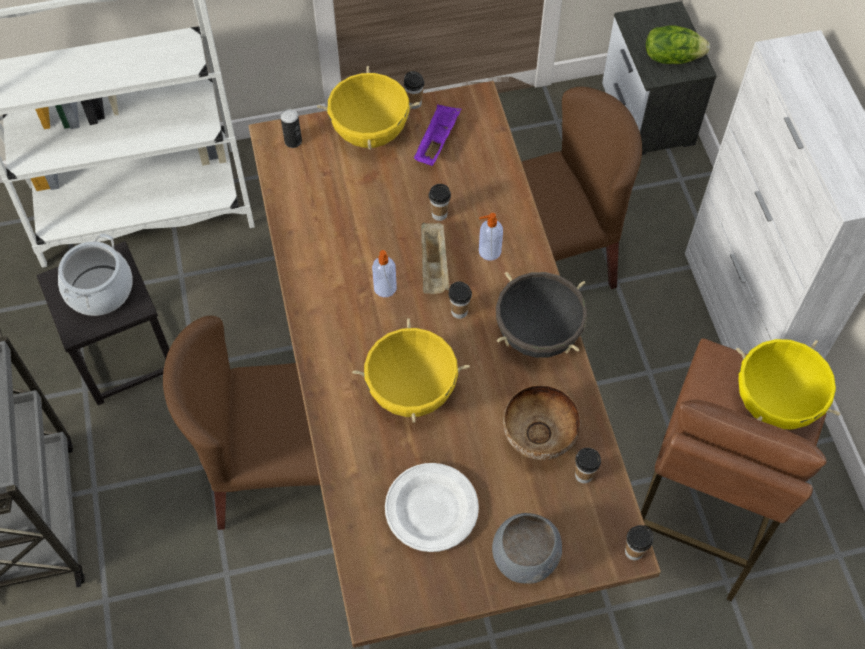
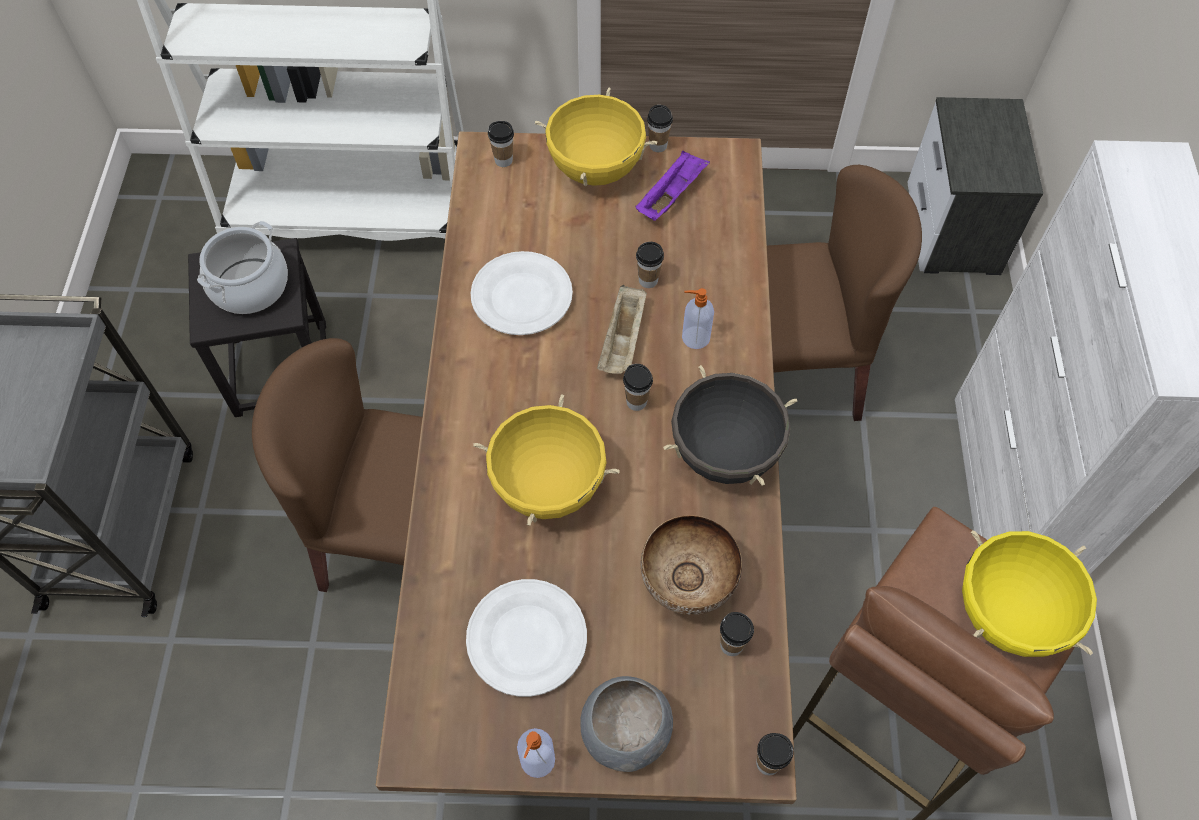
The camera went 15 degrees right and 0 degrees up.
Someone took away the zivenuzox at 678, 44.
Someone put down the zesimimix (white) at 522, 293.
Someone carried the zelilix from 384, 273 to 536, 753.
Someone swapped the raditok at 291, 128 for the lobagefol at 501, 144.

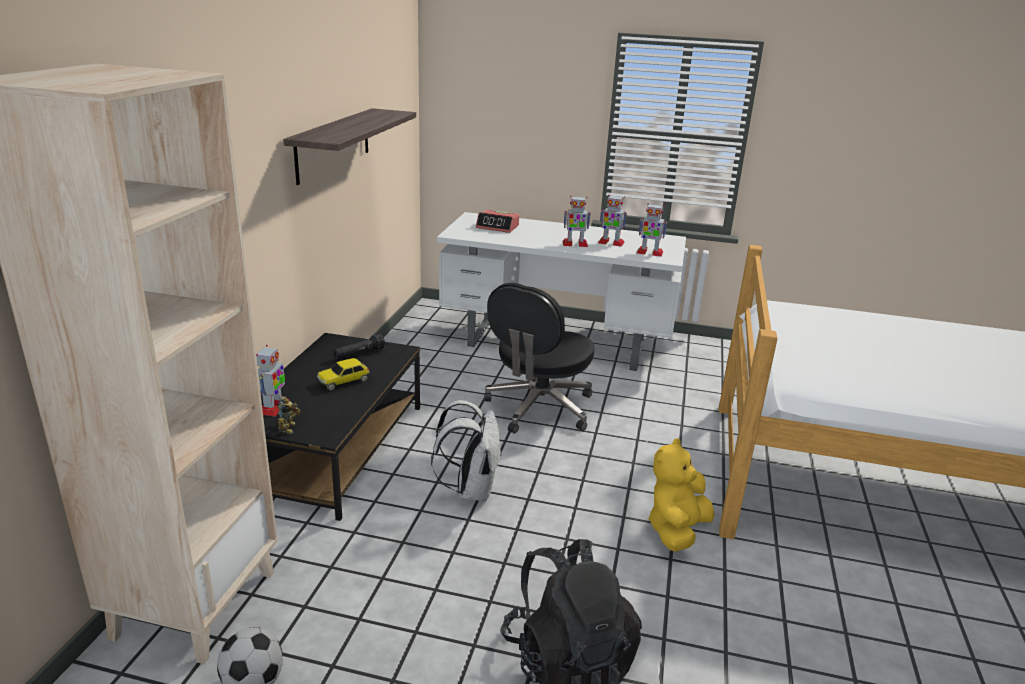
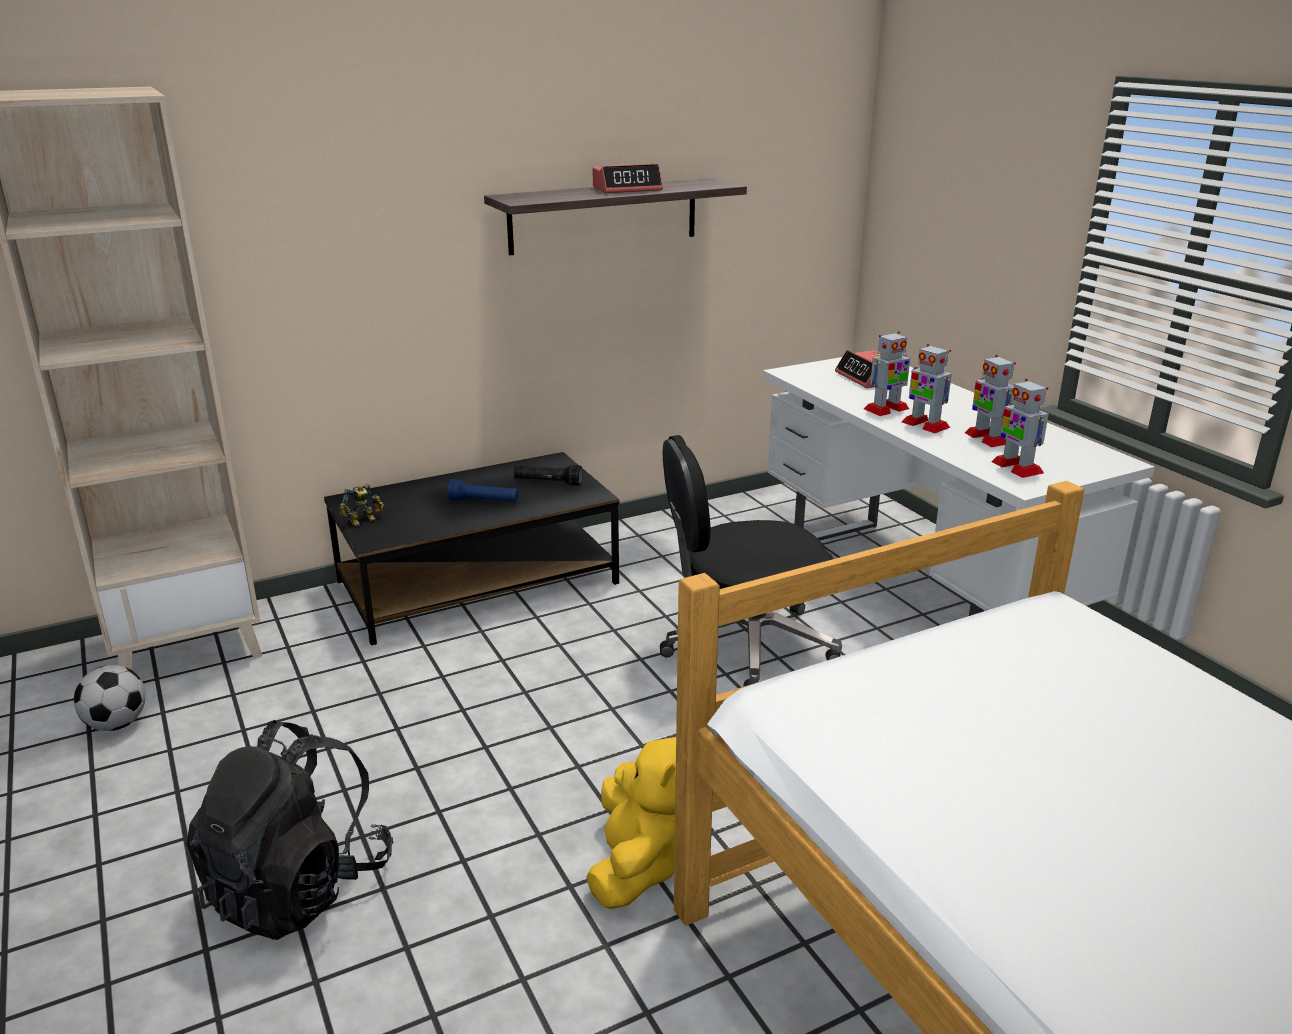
The camera went 50 degrees right and 0 degrees up.
Someone took away the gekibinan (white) at 466, 451.
Someone put down the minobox at 627, 178.
Someone carried the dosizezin from 272, 380 to 887, 373.
Someone swapped the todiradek at 343, 374 for the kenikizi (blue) at 483, 490.
Someone rotated the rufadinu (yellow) at 681, 495 by 105 degrees clockwise.

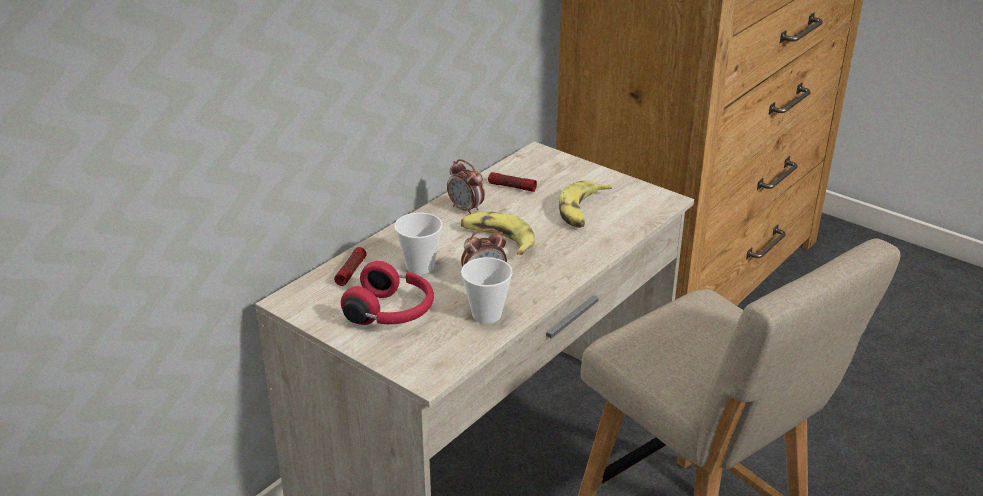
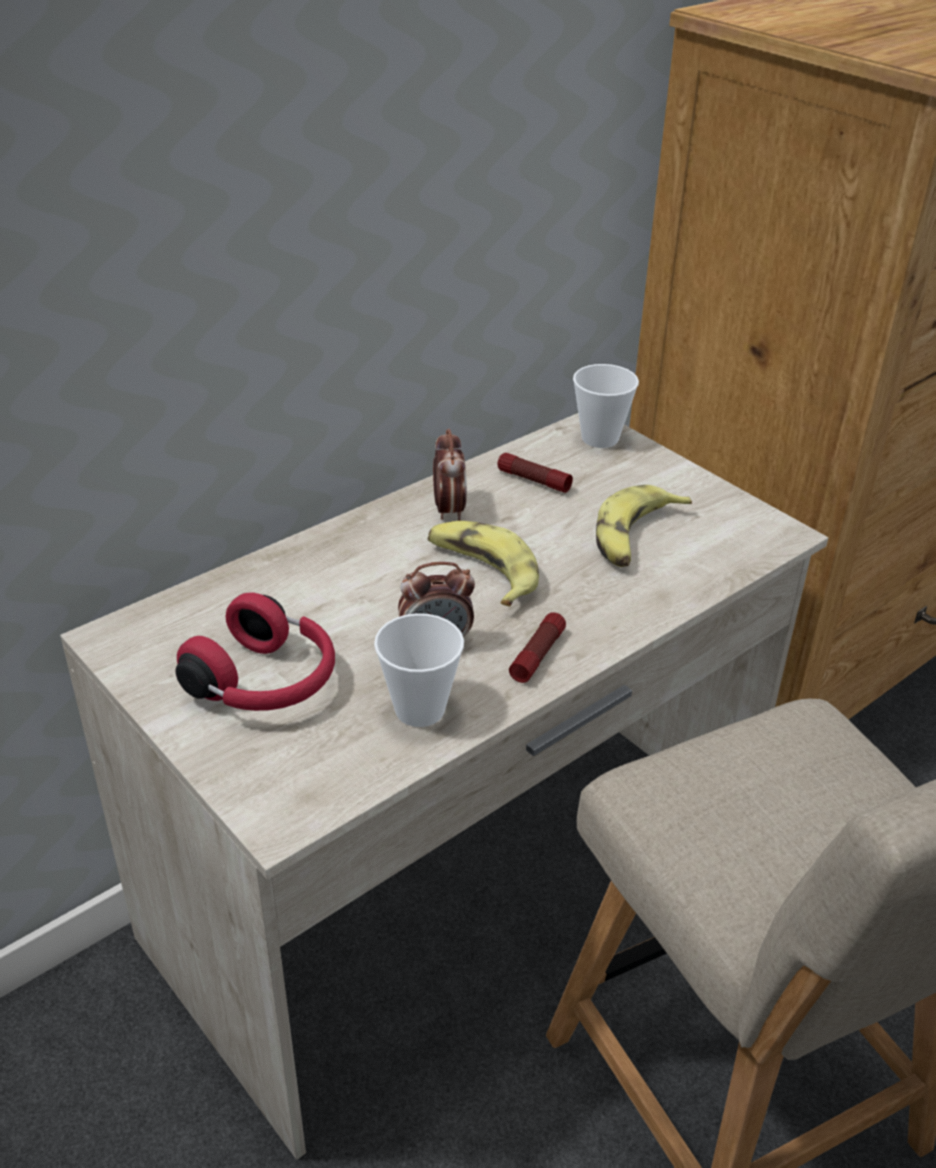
The camera went 10 degrees right and 5 degrees up.
Someone carried the kenikizi from 350, 266 to 537, 647.
Someone carried the lobagefol from 418, 243 to 606, 406.
Someone rotated the minobox at 466, 186 by 150 degrees counterclockwise.

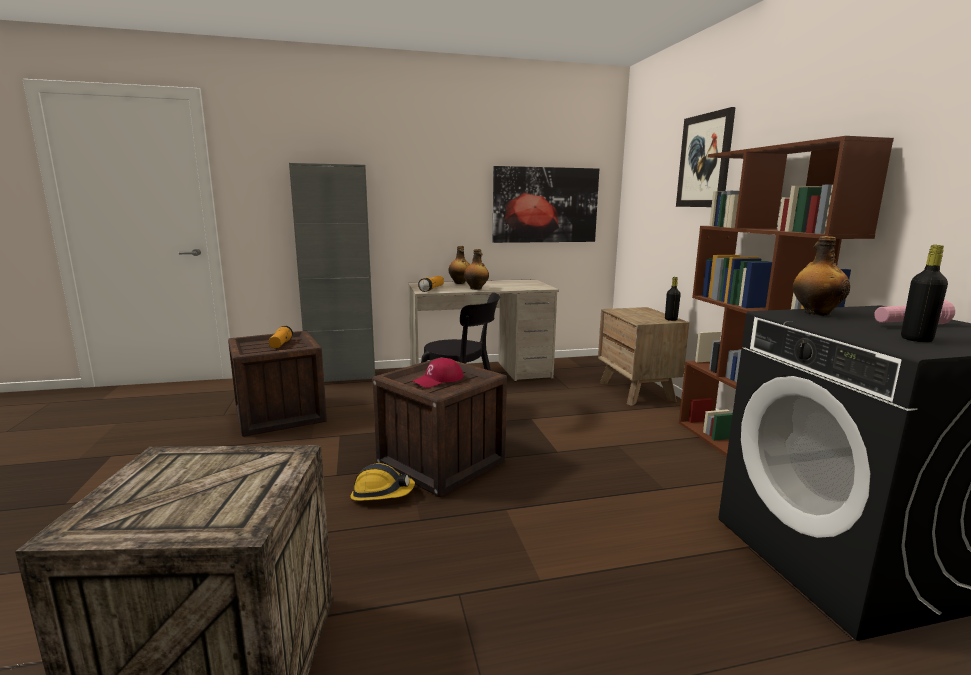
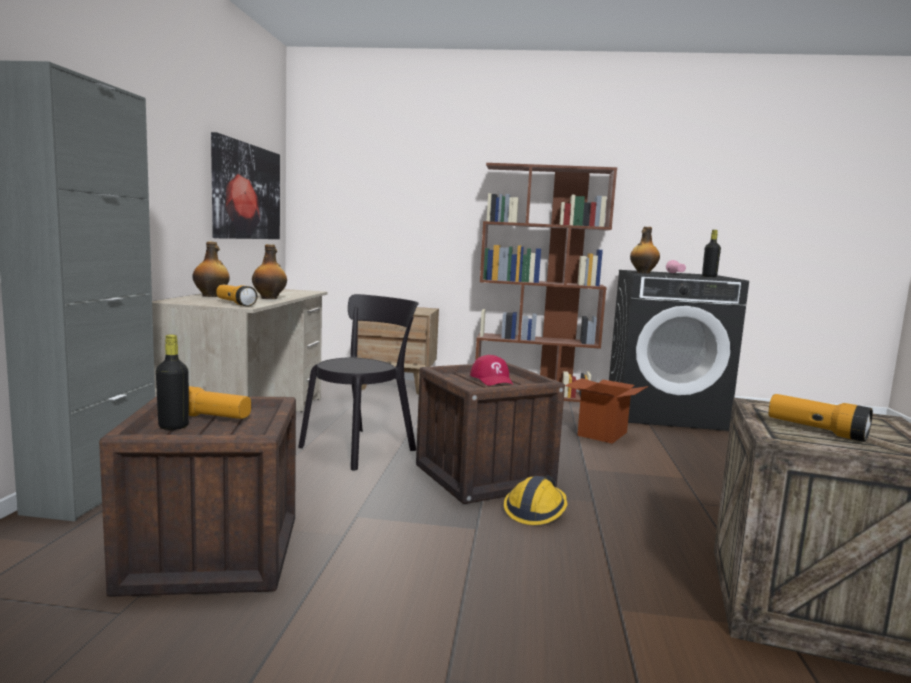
The camera went 70 degrees left and 5 degrees down.
Someone took away the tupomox at 706, 157.
Someone put down the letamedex at 606, 411.
Someone put down the kenikizi at 820, 418.
Someone carried the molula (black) from 673, 299 to 172, 382.

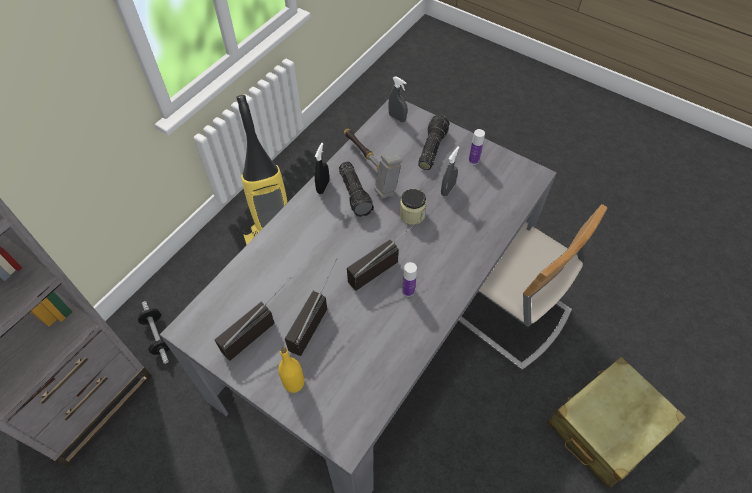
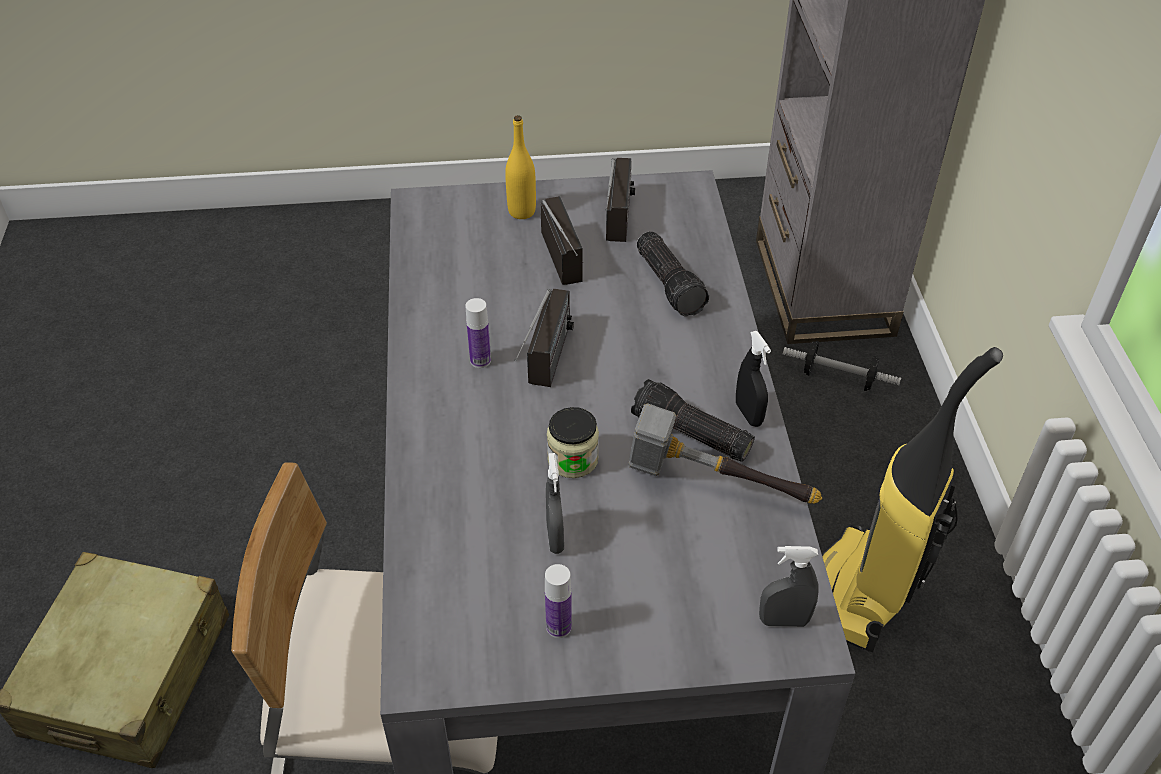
The camera went 140 degrees right and 10 degrees down.
Someone carried the kenikizi from 433, 142 to 673, 274.

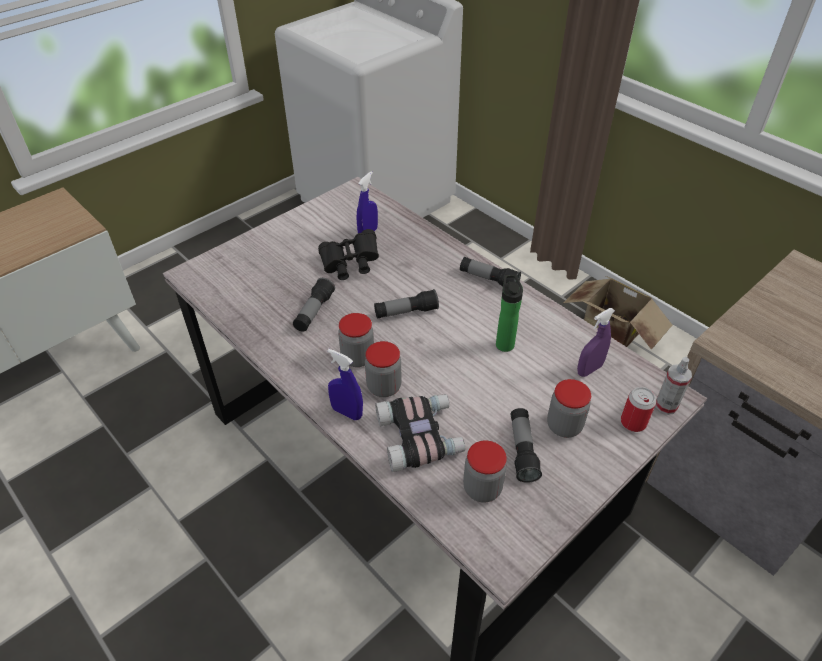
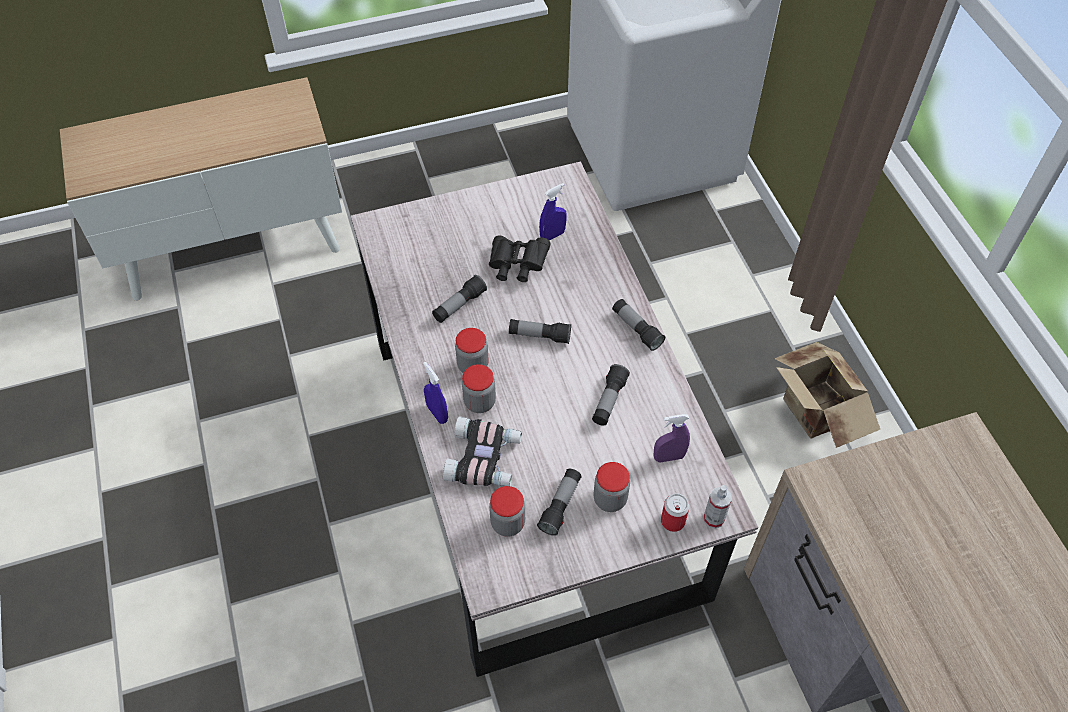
The camera went 25 degrees right and 10 degrees up.
Someone swapped the molula at 509, 313 for the kenikizi at 611, 395.

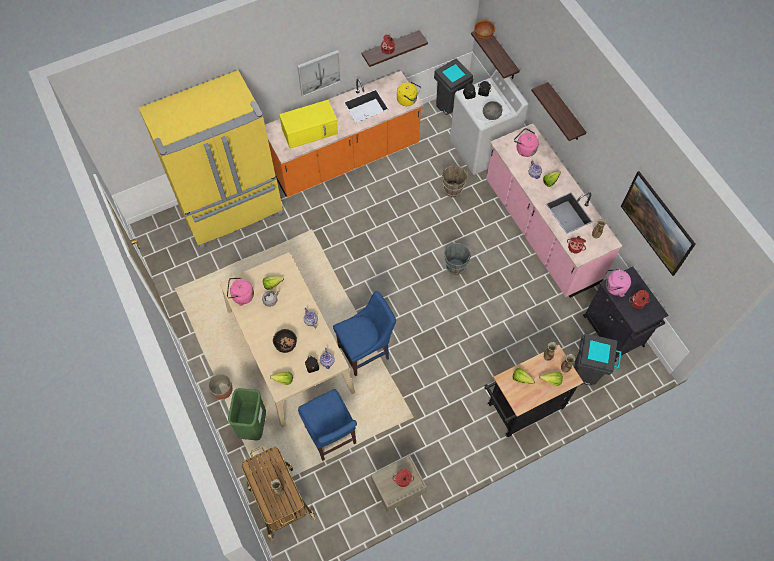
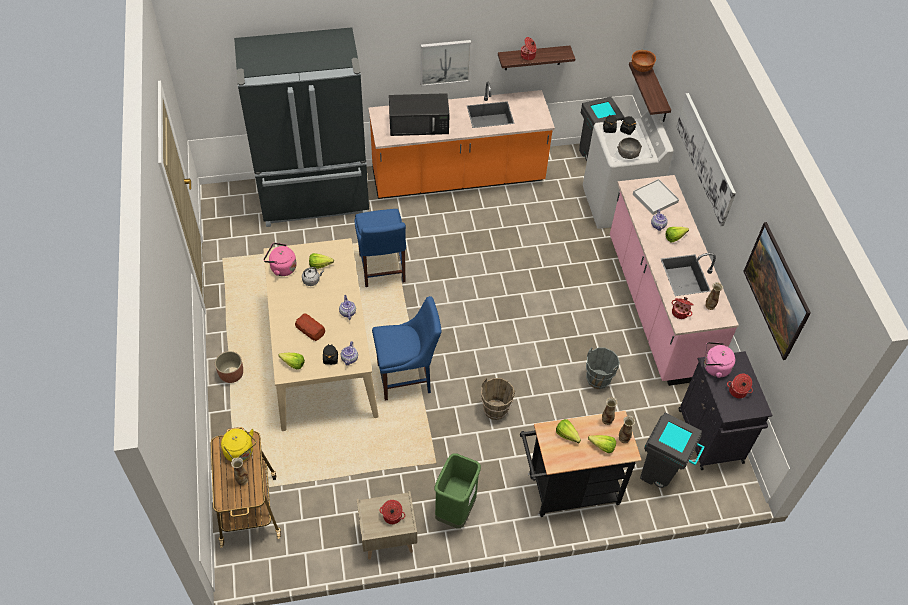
The camera went 15 degrees right and 10 degrees down.
Someone carried the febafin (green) from 247, 414 to 458, 491.
Someone carried the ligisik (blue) from 327, 425 to 380, 248.
Someone carried the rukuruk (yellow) from 409, 93 to 238, 445.
Someone carried the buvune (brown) from 455, 181 to 498, 399.
Someone carried the buvune (grey) from 457, 259 to 603, 368.
Someone swapped the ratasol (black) at 285, 341 for the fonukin at 310, 327.
Someone swapped the rukuruk (pink) at 526, 142 for the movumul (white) at 656, 197.
Someone swapped the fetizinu at 558, 111 for the tupomox at 706, 159.
Someone repainted the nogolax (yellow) at 211, 159, which became the nogolax (black) at 301, 127.
Someone repainted the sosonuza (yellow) at 308, 124, which became the sosonuza (black) at 419, 114.

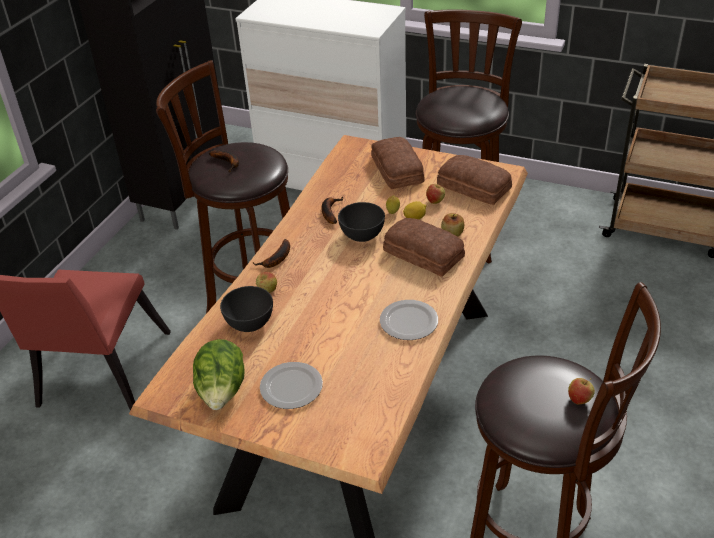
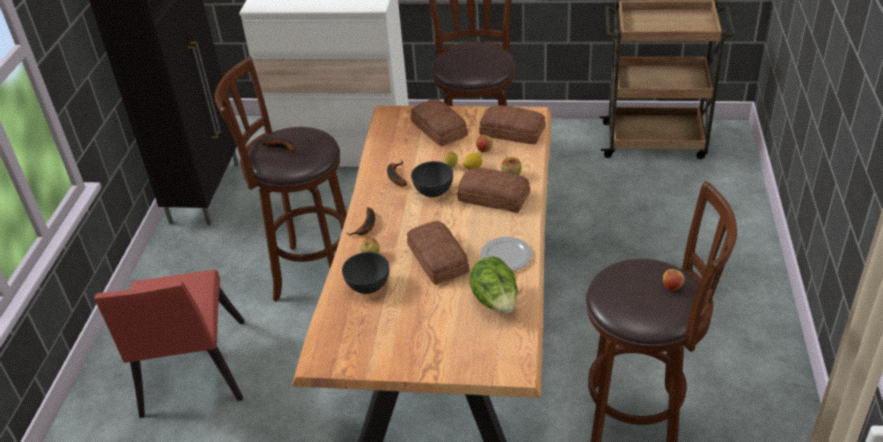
The camera went 15 degrees left and 0 degrees up.
Someone took away the zesimimix at 291, 385.
Someone put down the fonukin at 438, 253.
Someone carried the zivenuzox from 219, 374 to 494, 284.

